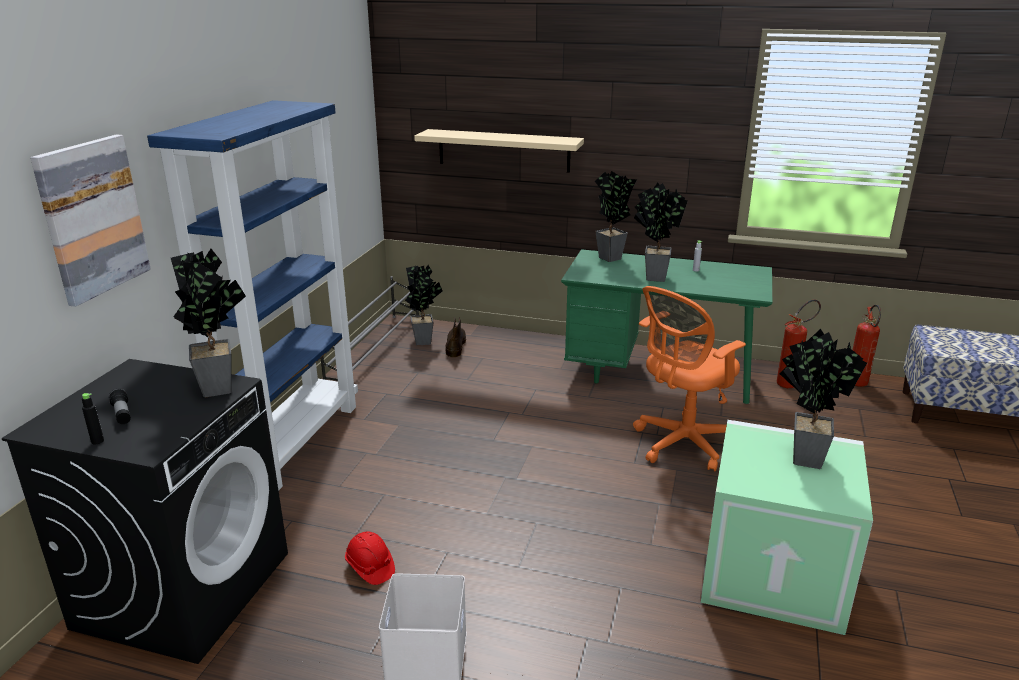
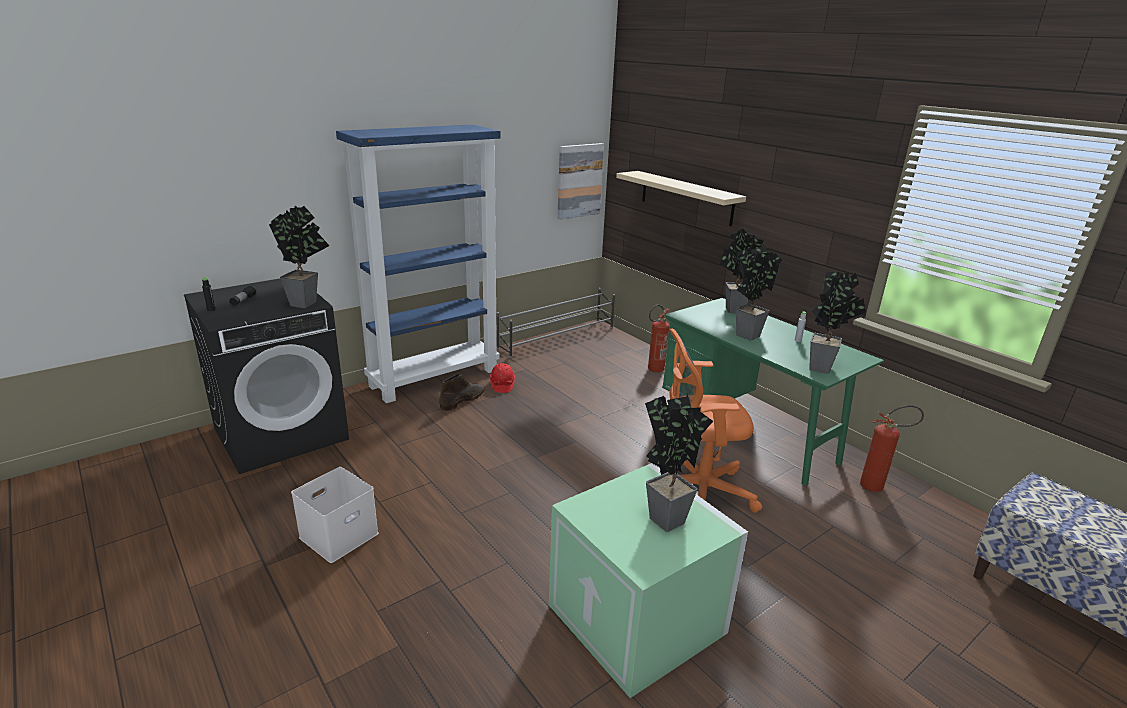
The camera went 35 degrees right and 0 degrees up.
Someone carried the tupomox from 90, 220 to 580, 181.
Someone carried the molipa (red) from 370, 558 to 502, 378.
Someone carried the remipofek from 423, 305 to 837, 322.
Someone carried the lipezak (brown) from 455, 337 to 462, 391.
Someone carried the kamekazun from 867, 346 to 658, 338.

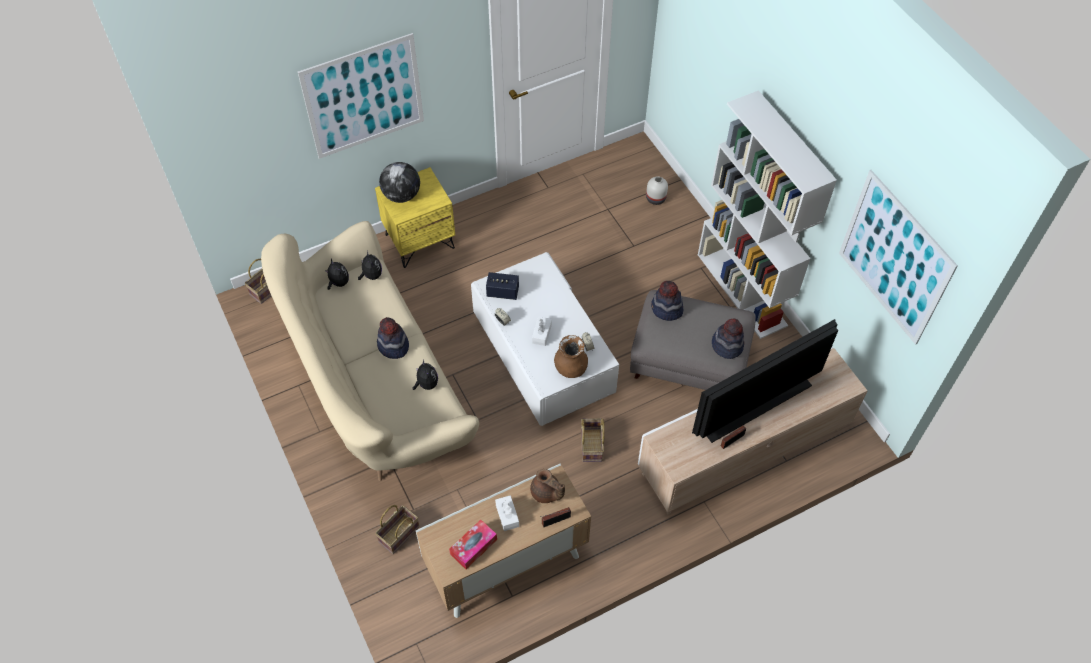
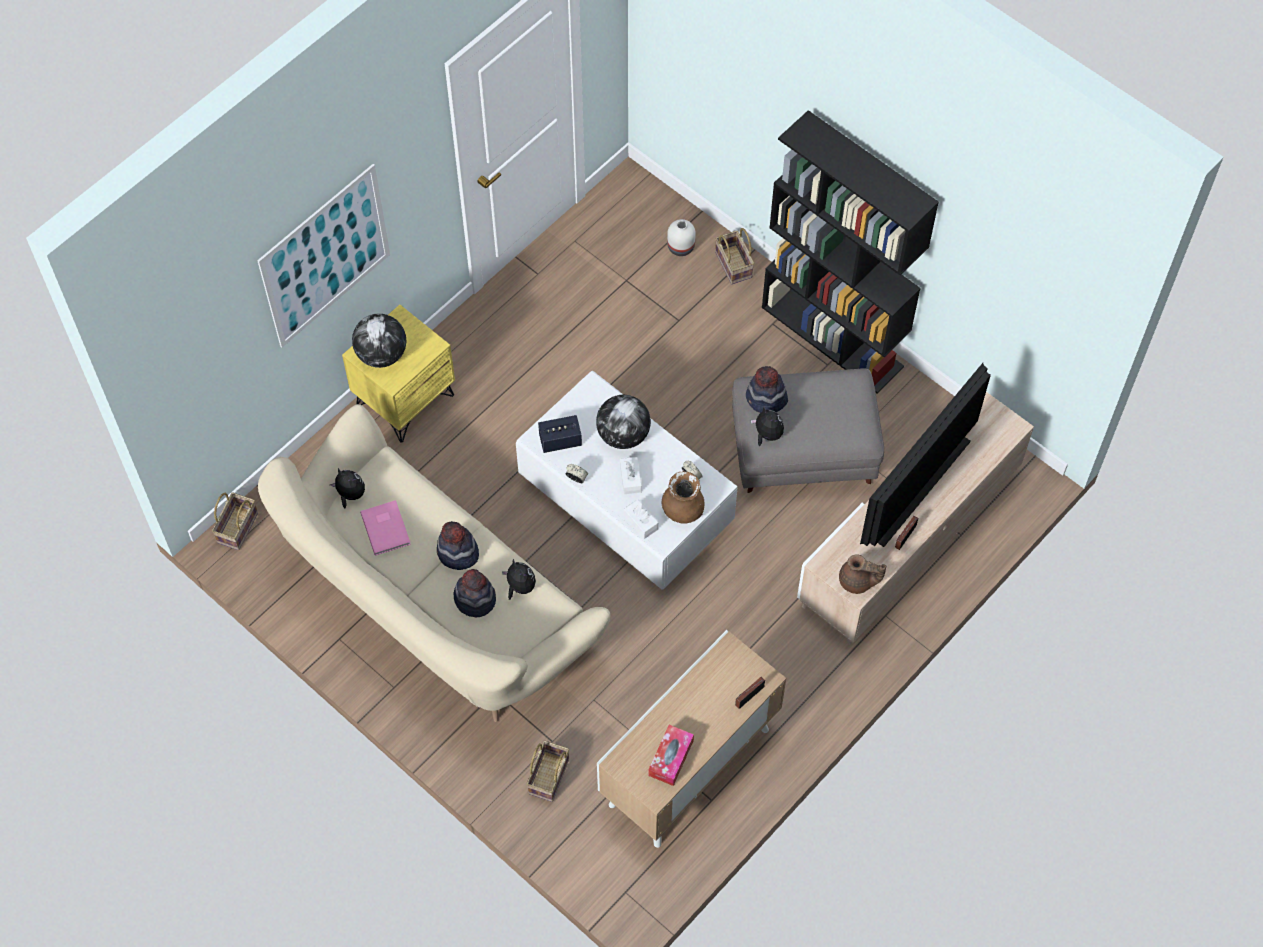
The camera went 20 degrees left and 5 degrees up.
Someone took away the tupomox at 898, 257.
Someone put down the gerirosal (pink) at 385, 528.
Someone put down the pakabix at 623, 422.
Someone carried the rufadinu from 370, 265 to 767, 426.
Someone carried the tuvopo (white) from 507, 513 to 641, 519.
Someone carried the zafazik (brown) from 547, 486 to 862, 574.
Someone carried the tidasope from 593, 440 to 734, 256.
Someone carried the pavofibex from 728, 338 to 475, 593.
Someone repainted the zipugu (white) at 767, 214, which became the zipugu (black) at 850, 252.

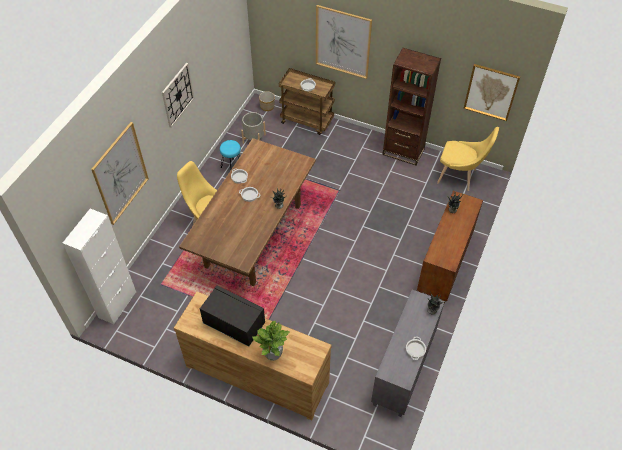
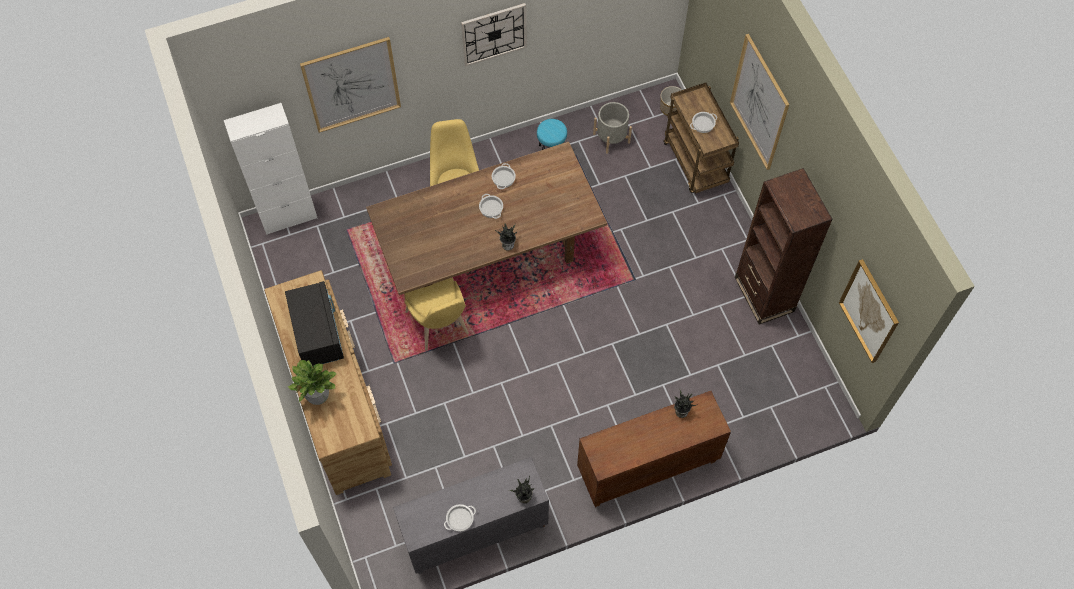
The camera went 45 degrees right and 10 degrees up.
Someone carried the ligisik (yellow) from 468, 159 to 436, 314.

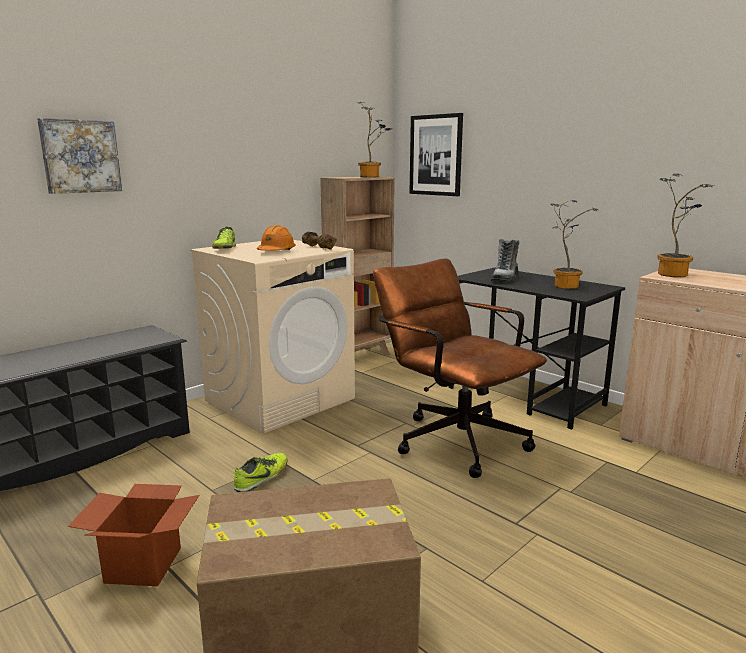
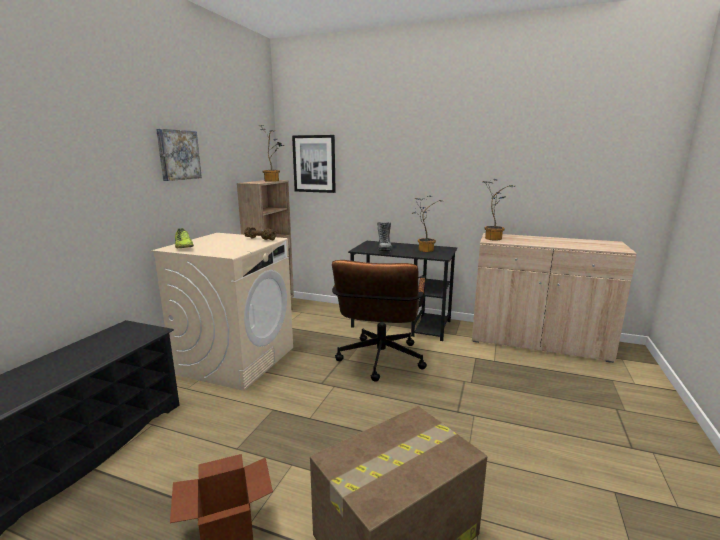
The camera went 25 degrees left and 0 degrees up.
Someone took away the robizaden at 261, 472.
Someone took away the molipa (orange) at 276, 238.
Someone carried the tupomox from 79, 156 to 179, 155.
Someone rotated the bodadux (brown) at 460, 368 by 105 degrees counterclockwise.

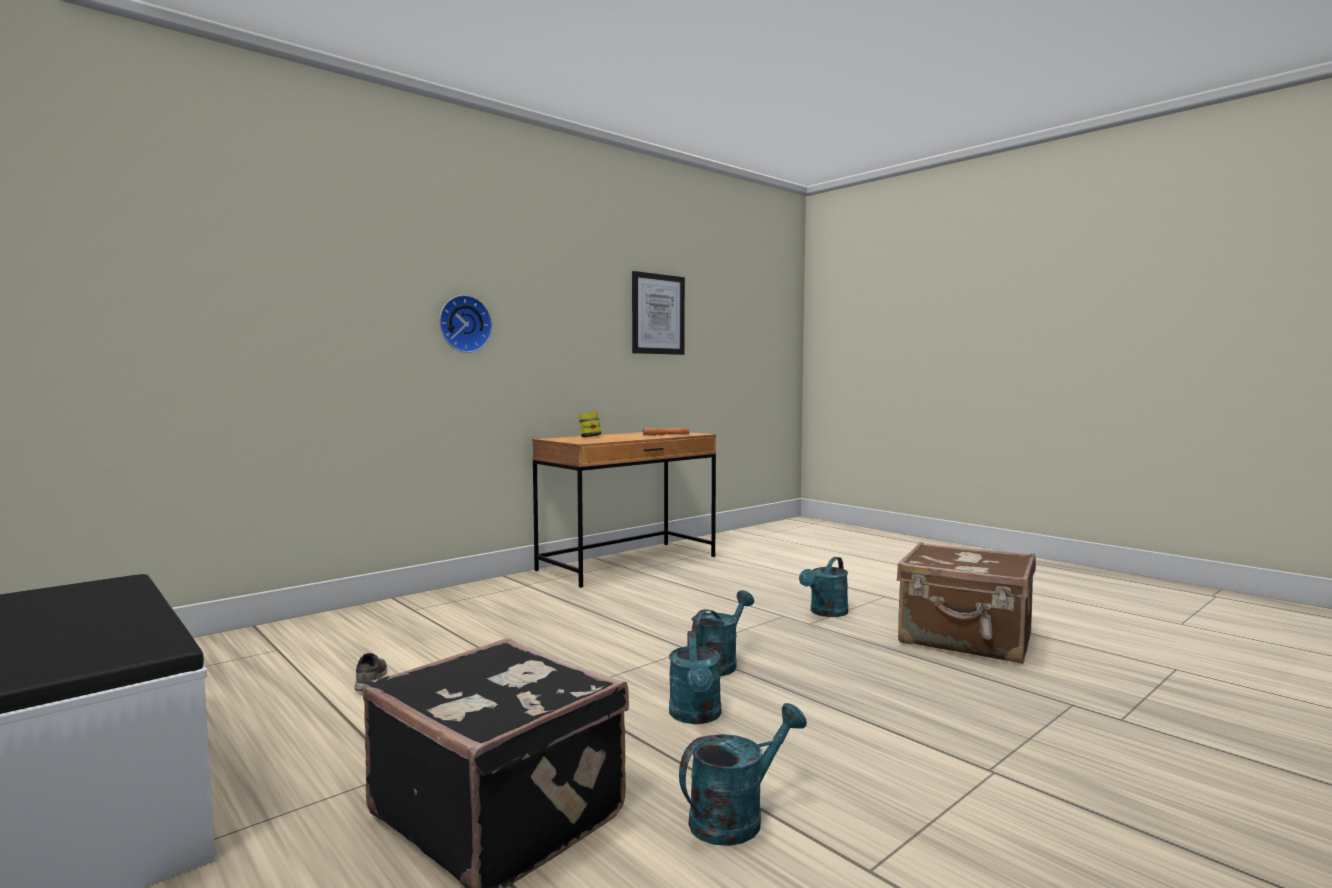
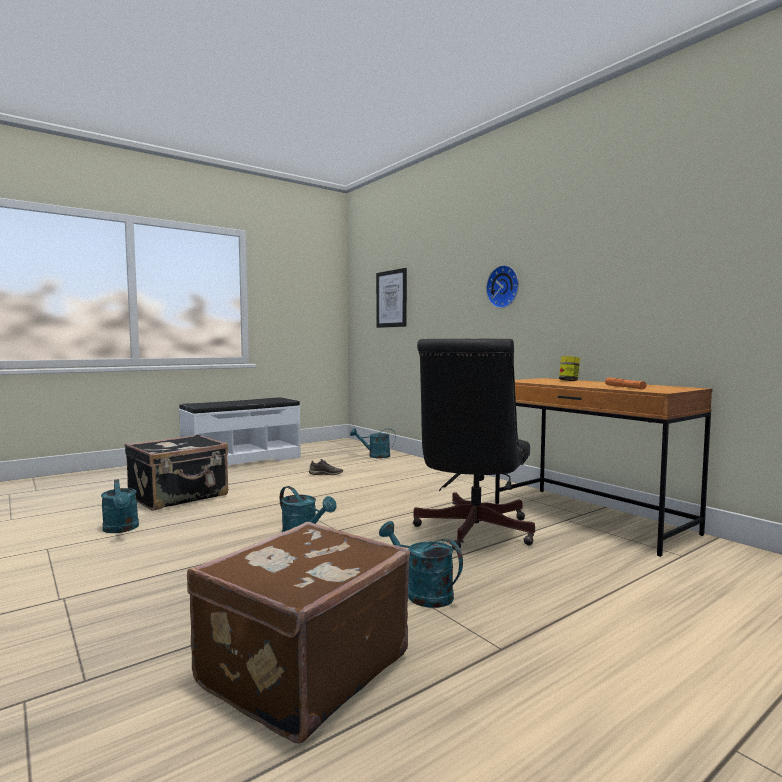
The camera went 95 degrees right and 0 degrees up.
Someone put down the bodadux (black) at 474, 444.
Someone carried the tupomox from 658, 313 to 391, 298.
Someone carried the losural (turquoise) from 695, 677 to 373, 443.

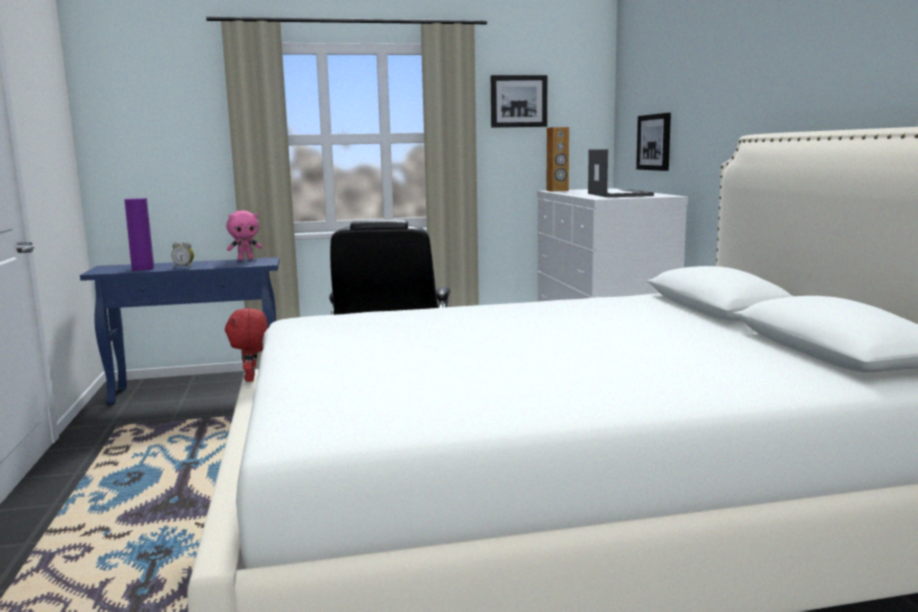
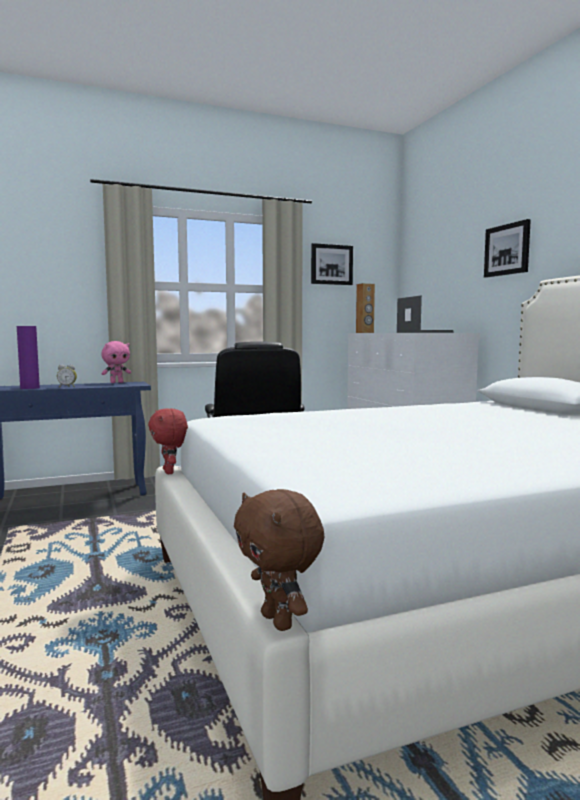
The camera went 10 degrees left and 5 degrees down.
Someone put down the rufadinu (brown) at 279, 560.
Someone carried the tupomox from 653, 142 to 507, 248.

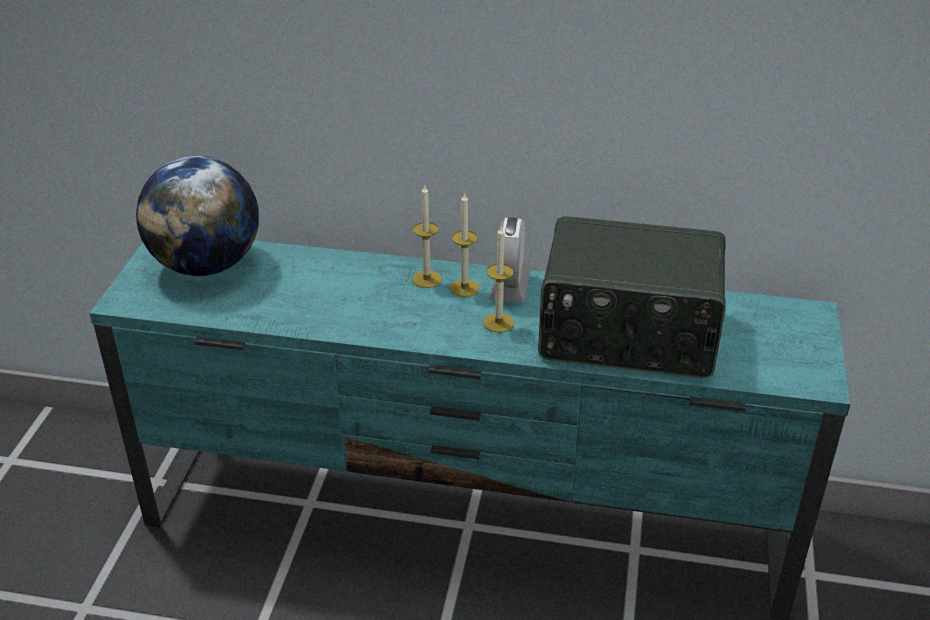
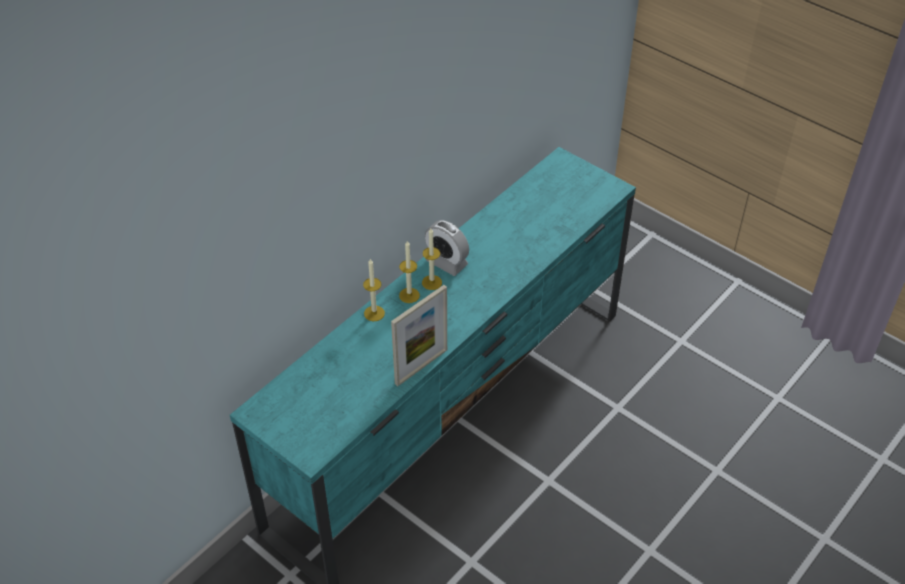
The camera went 60 degrees left and 10 degrees up.
Someone took away the pakabix at 197, 216.
Someone took away the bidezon at 632, 297.
Someone put down the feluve at 419, 335.
Someone carried the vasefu from 498, 279 to 374, 290.

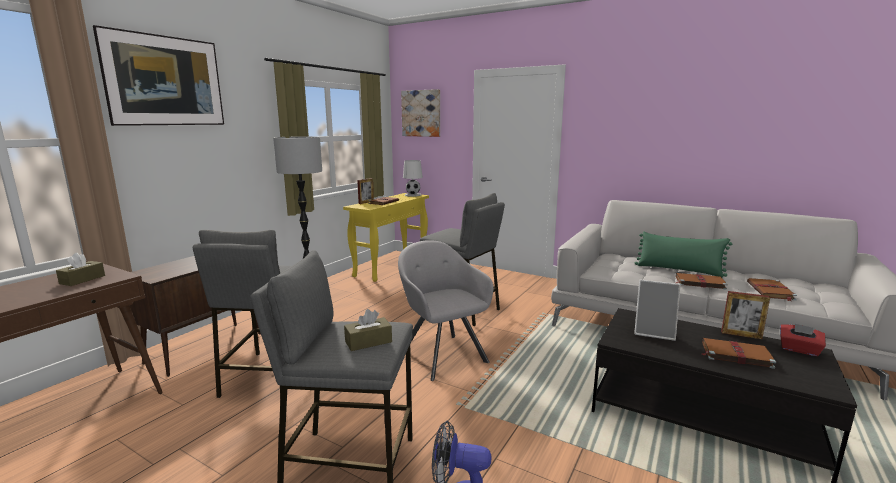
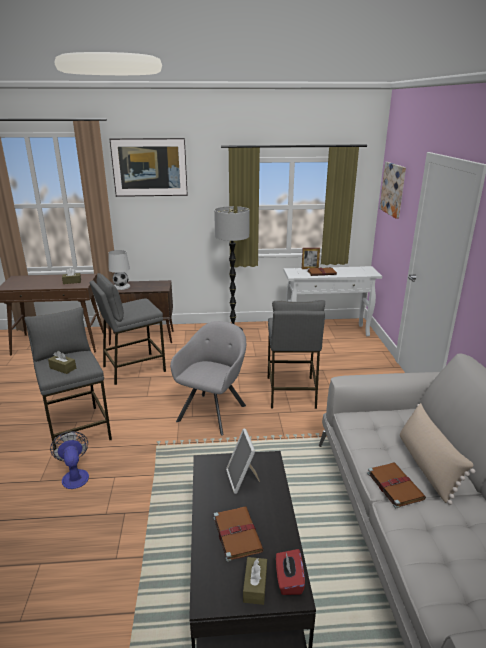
The camera went 55 degrees right and 10 degrees up.
Someone took away the feluve at 745, 315.
Someone took away the gerirosal (brown) at 772, 289.
Someone put down the tuvopo (brown) at 255, 581.
Someone carried the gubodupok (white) from 413, 178 to 119, 270.
Someone repainted the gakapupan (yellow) at 386, 237, which became the gakapupan (white) at 333, 301.
Someone repainted the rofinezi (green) at 683, 254, which became the rofinezi (beige) at 437, 454.

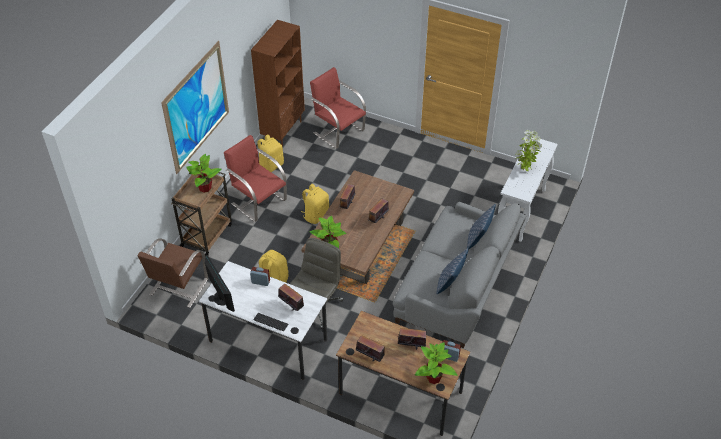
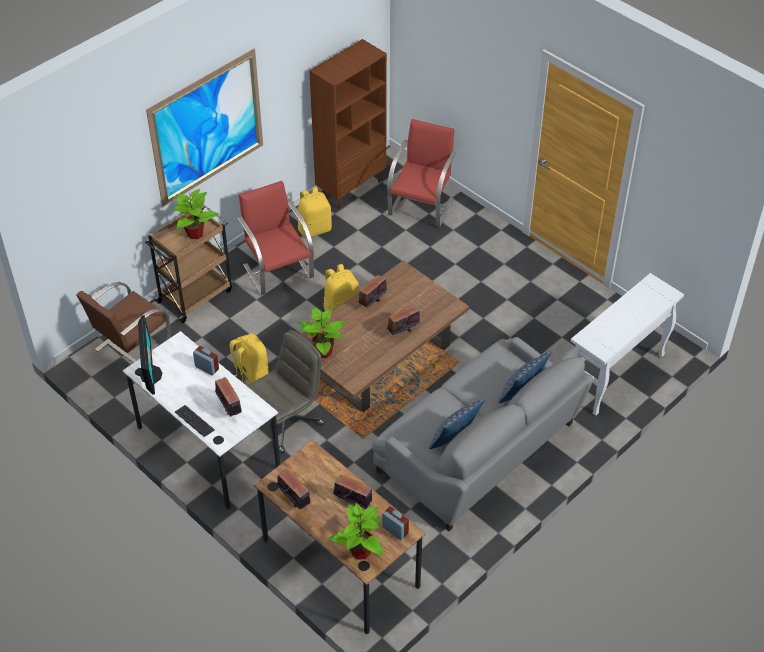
The camera went 20 degrees right and 0 degrees up.
Someone took away the remipofek at 528, 150.
Someone rotated the ligisik (red) at 338, 108 by 45 degrees clockwise.

